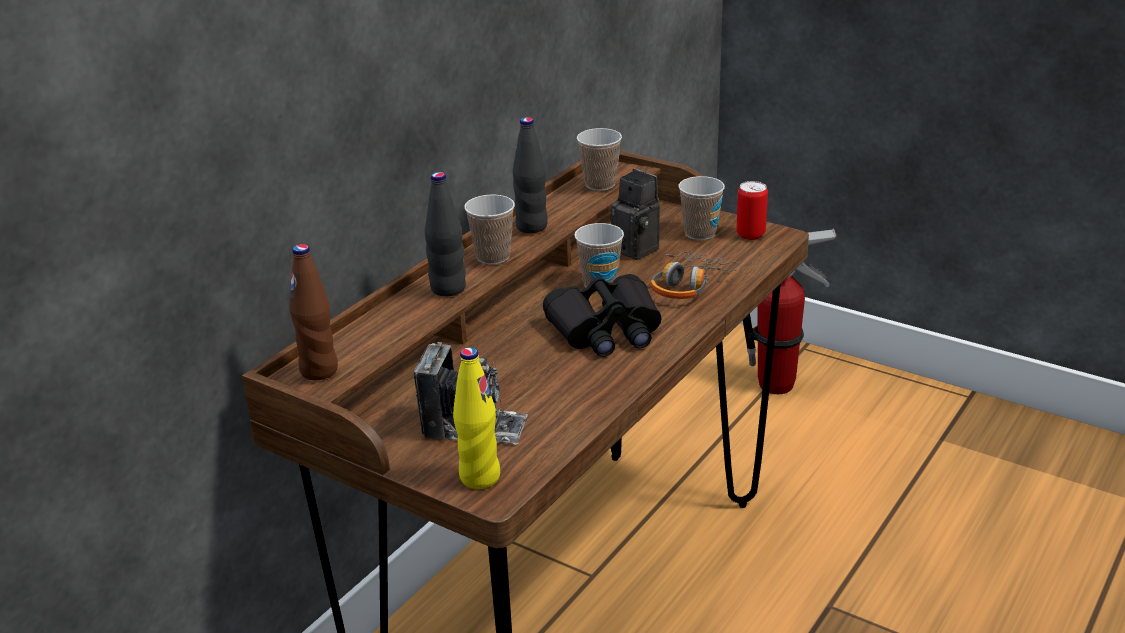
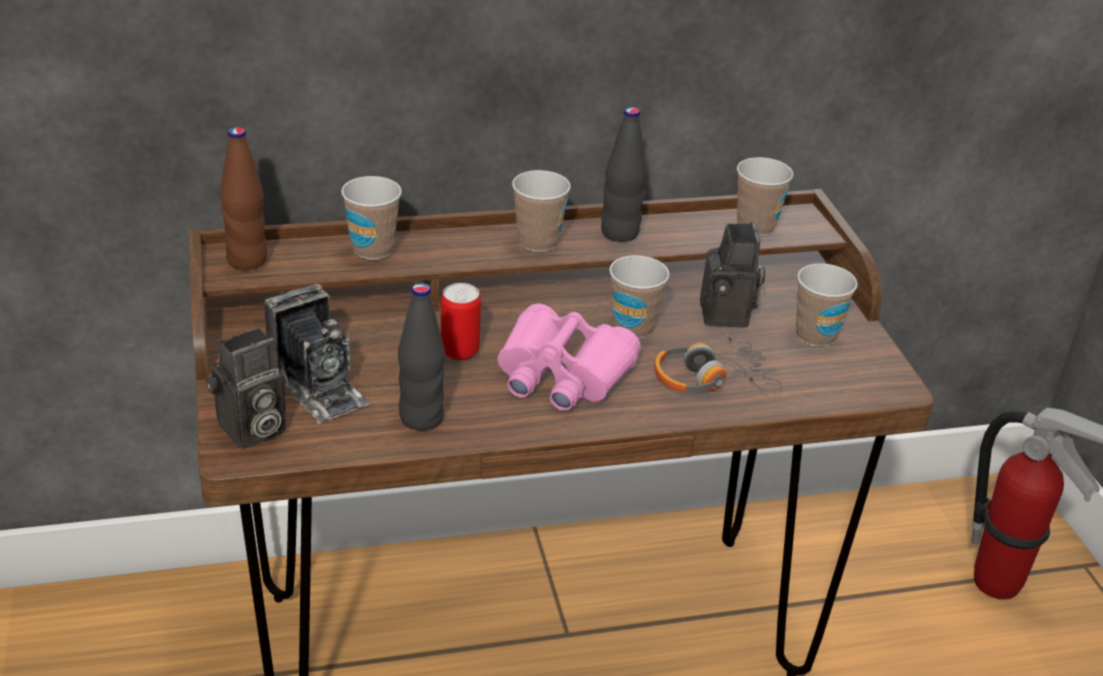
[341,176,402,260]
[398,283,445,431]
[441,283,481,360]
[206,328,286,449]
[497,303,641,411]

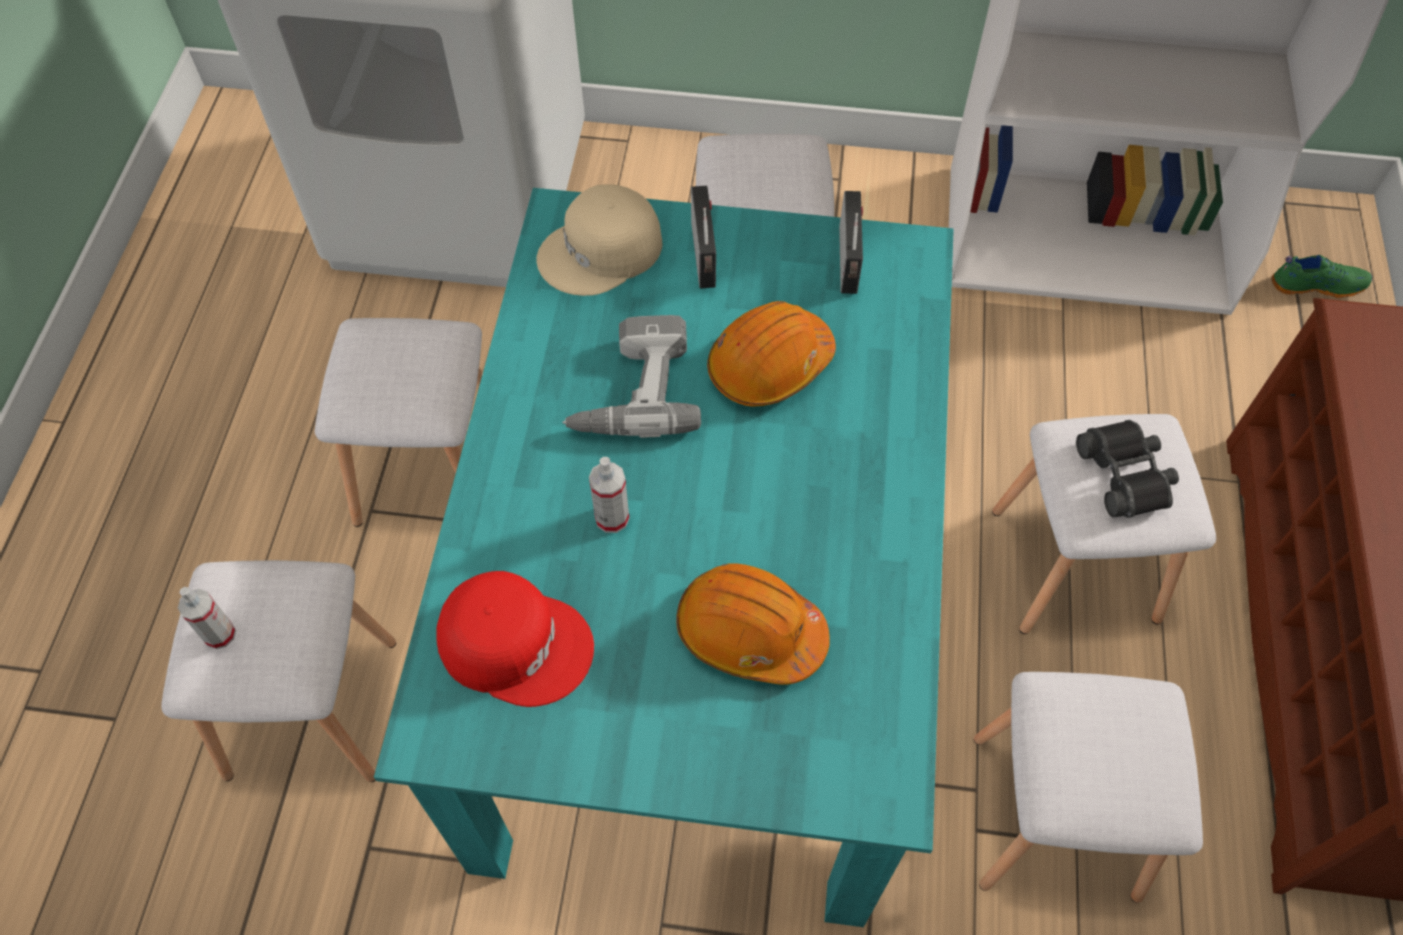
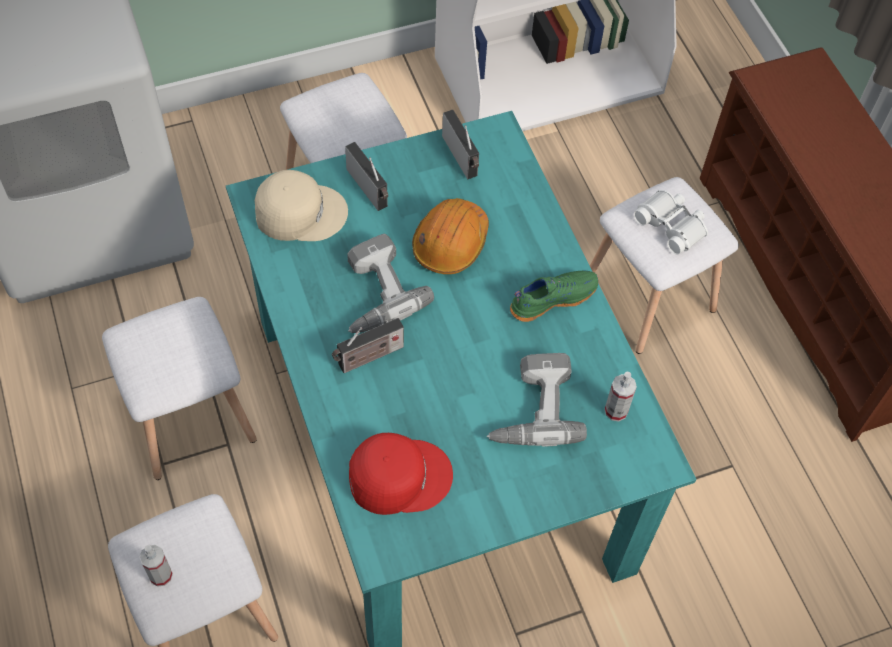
[974,672,1203,903] (first image)
[332,318,404,373]
[605,372,637,422]
[510,271,599,322]
[487,353,587,447]
[634,190,708,255]
[255,170,348,241]

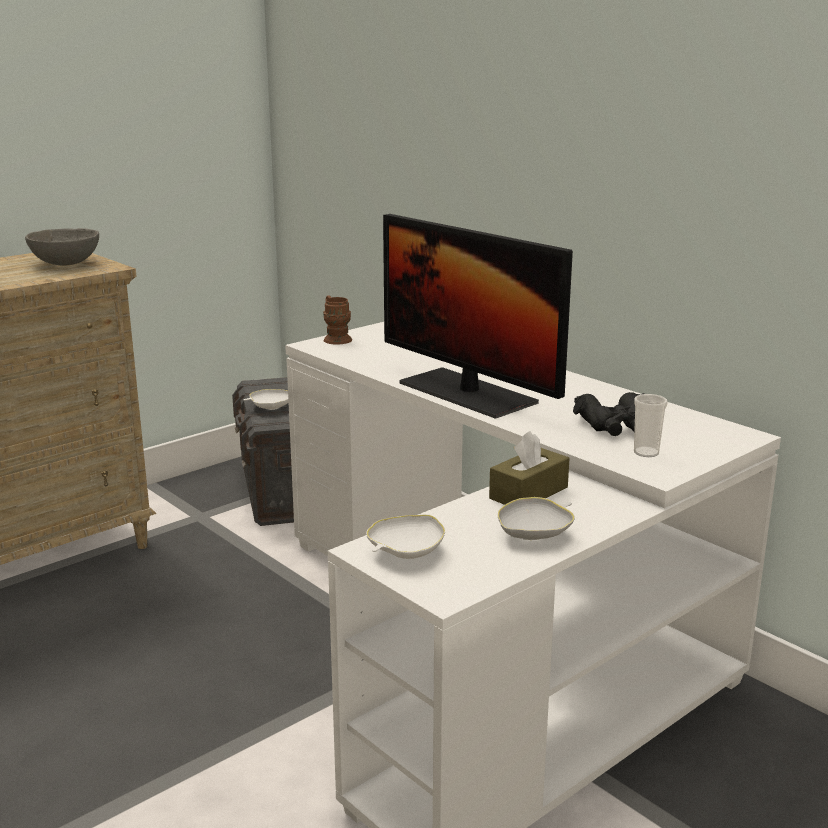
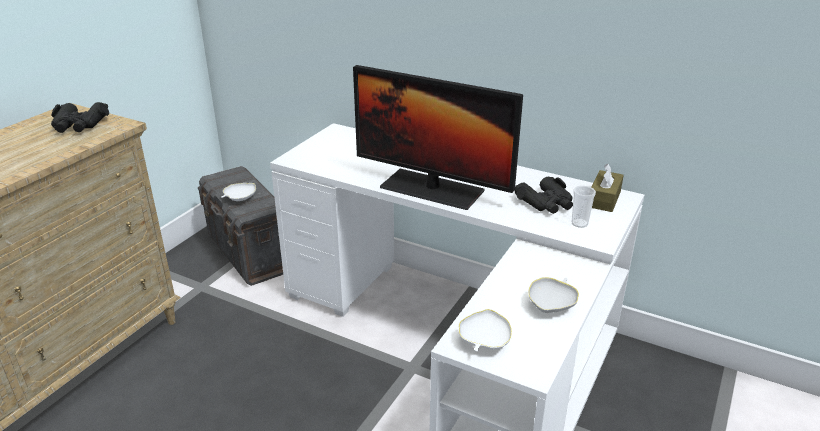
[323,295,352,344] (first image)
[591,164,624,212]
[51,102,109,133]

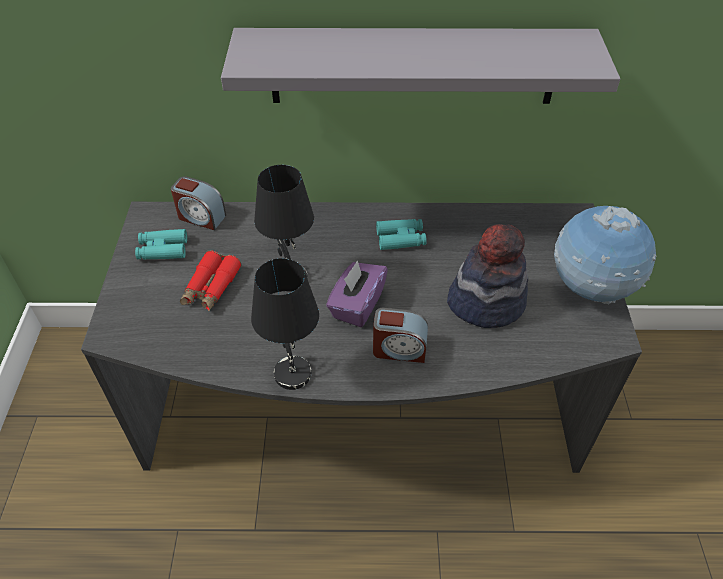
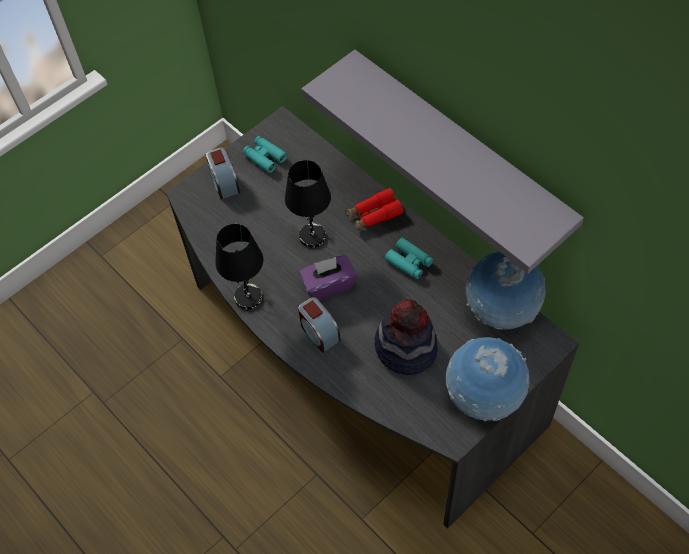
[466,251,545,329]
[206,147,240,199]
[345,188,404,231]

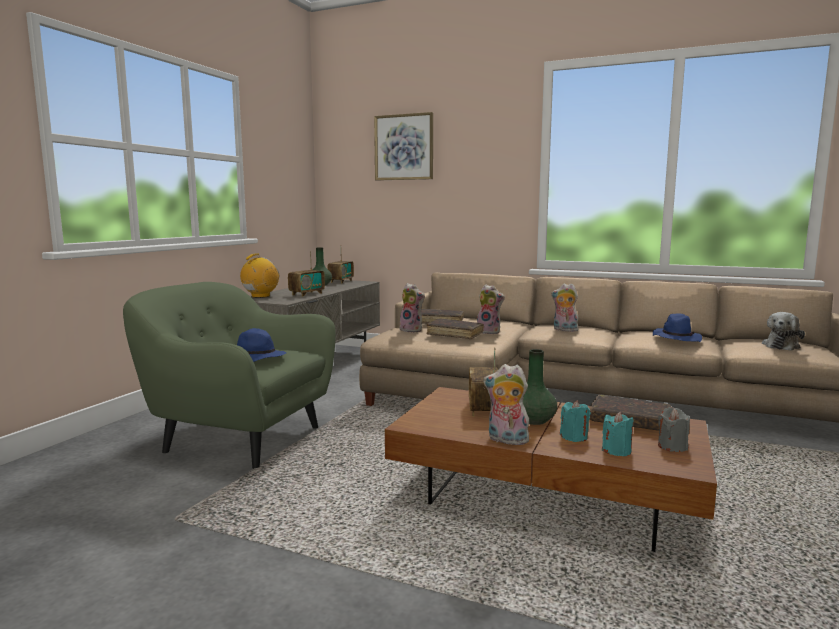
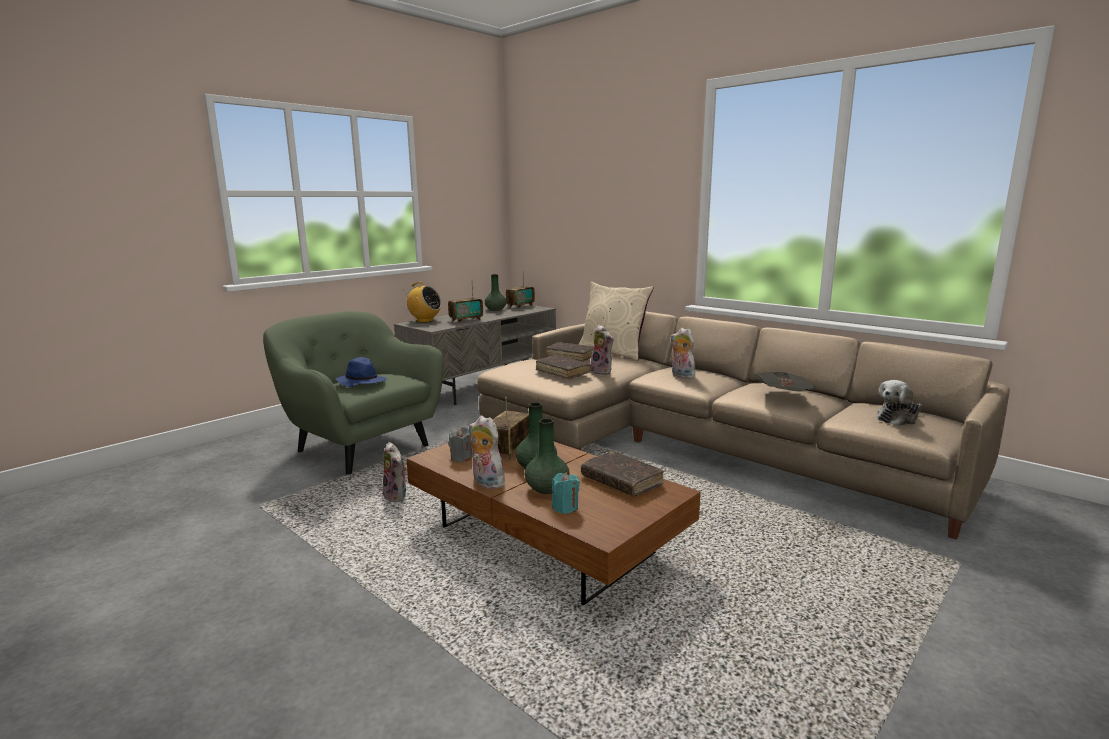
[374,112,433,180] (first image)
[578,282,654,361]
[382,442,407,502]
[449,427,473,462]
[525,418,570,494]
[754,372,815,392]
[403,282,442,323]

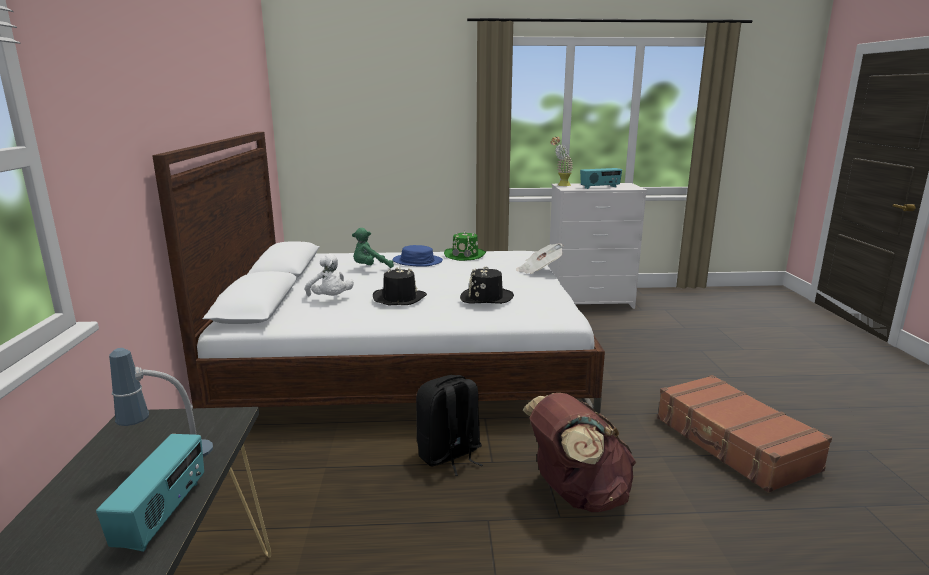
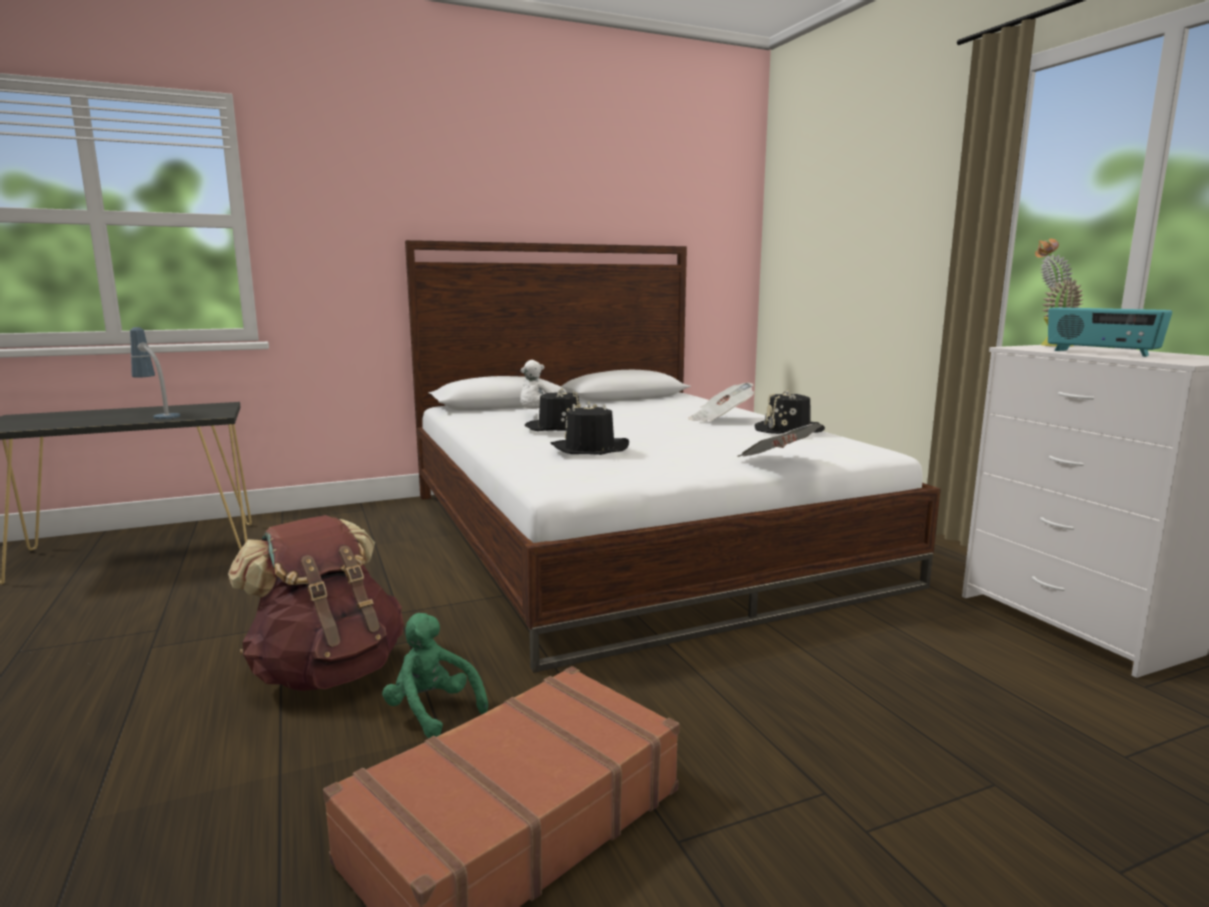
[96,434,204,552] (first image)
[416,375,483,476] (first image)
[382,613,488,738]
[689,382,754,421]
[754,389,825,434]

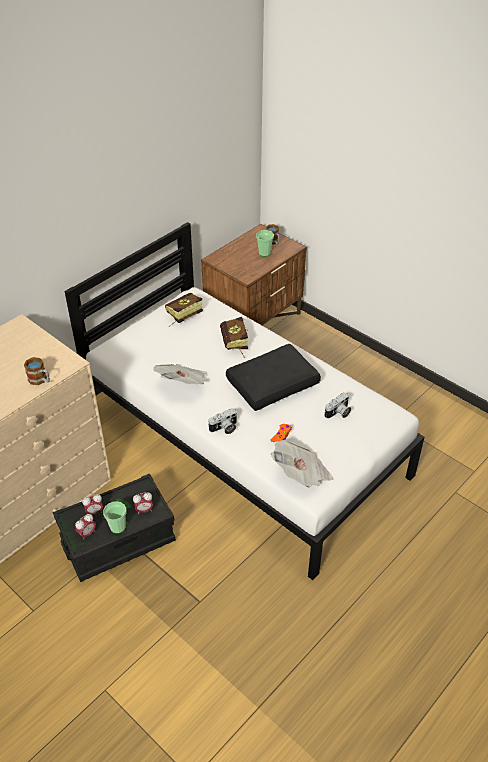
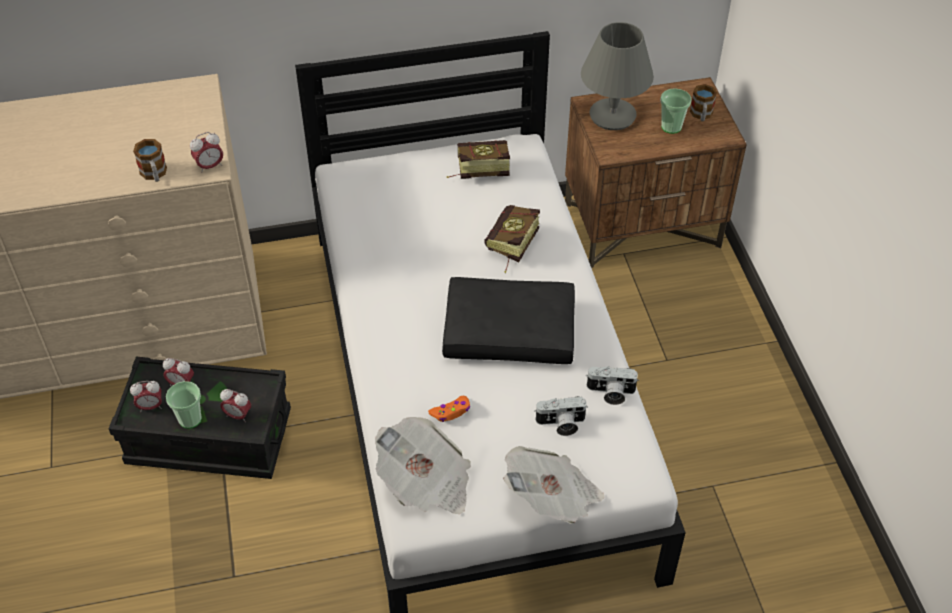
[190,132,223,173]
[581,22,654,130]
[503,446,604,524]
[586,366,639,405]

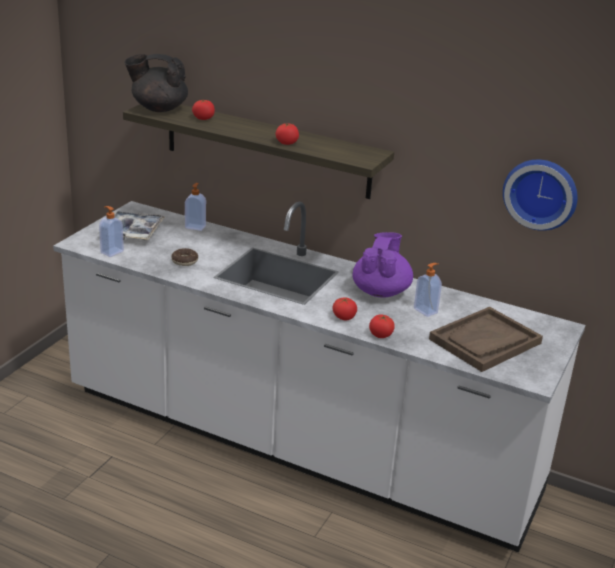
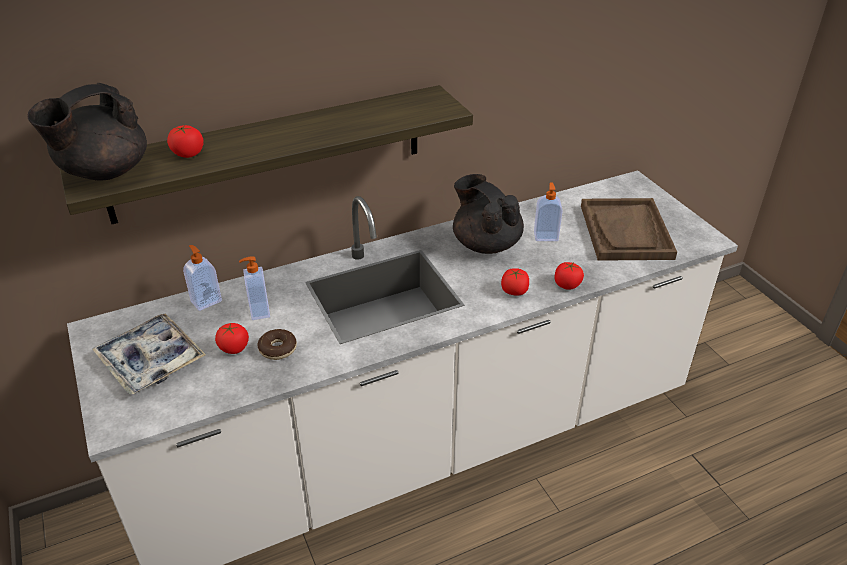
[503,160,578,231] (first image)
[239,256,270,320]
[215,323,249,354]
[453,174,524,254]

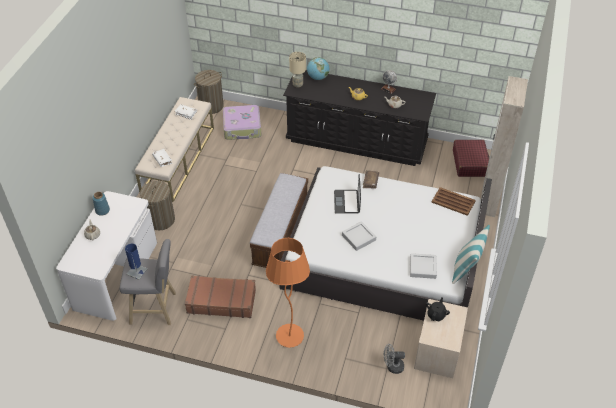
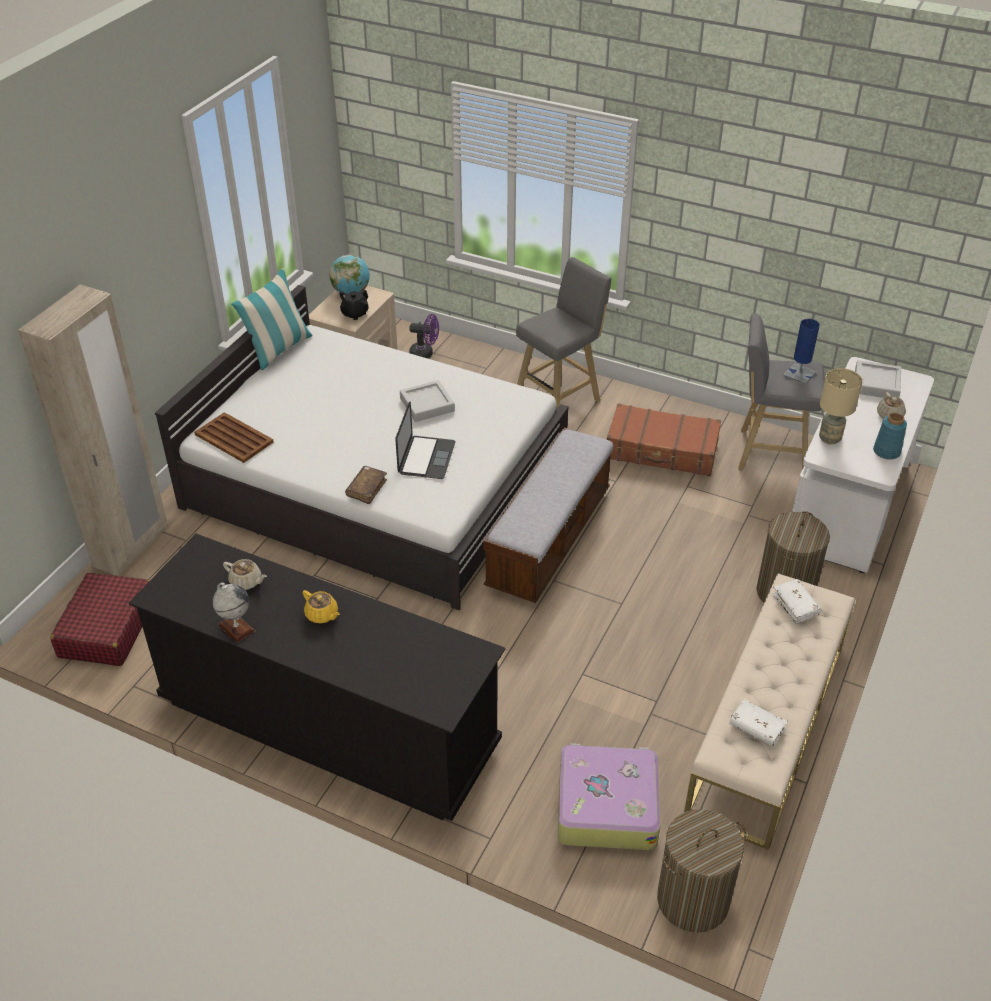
[819,368,863,445]
[329,255,370,294]
[855,360,901,398]
[516,257,611,407]
[409,314,439,359]

